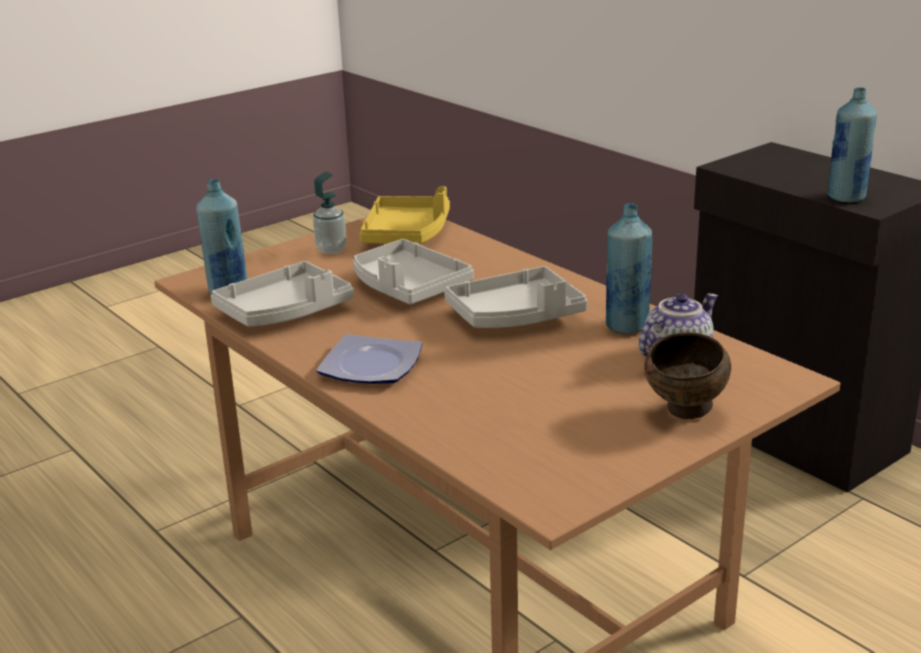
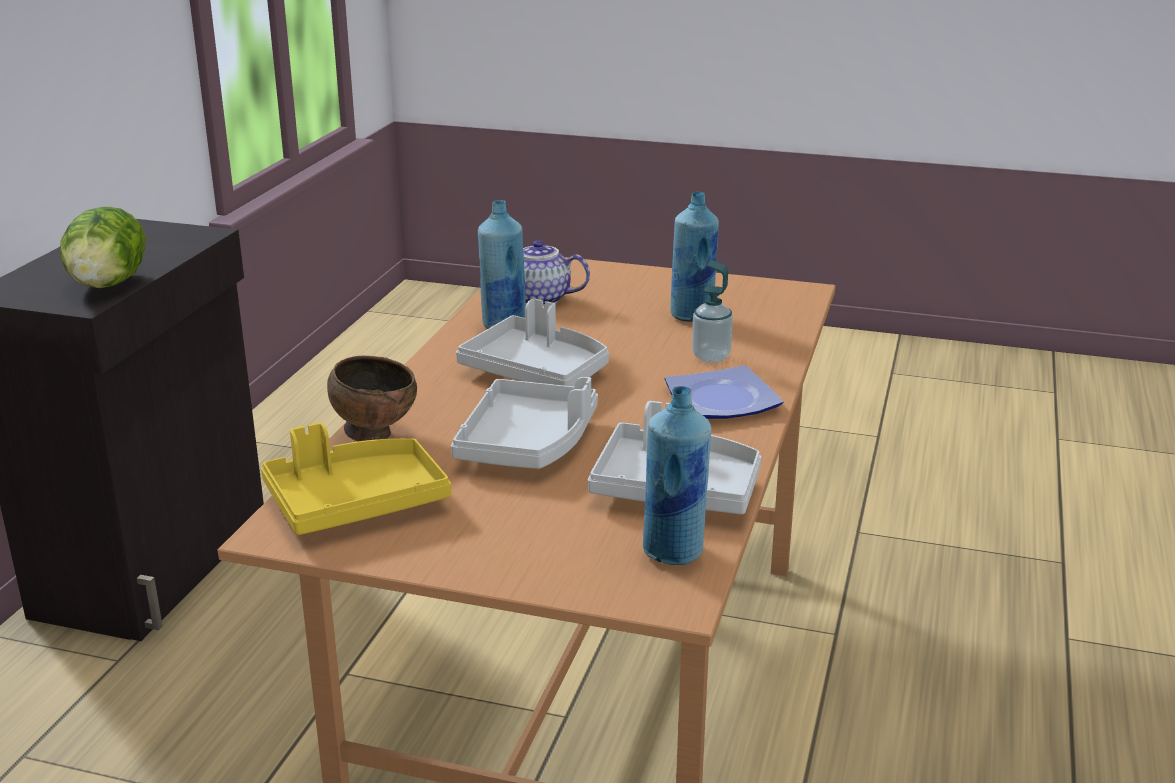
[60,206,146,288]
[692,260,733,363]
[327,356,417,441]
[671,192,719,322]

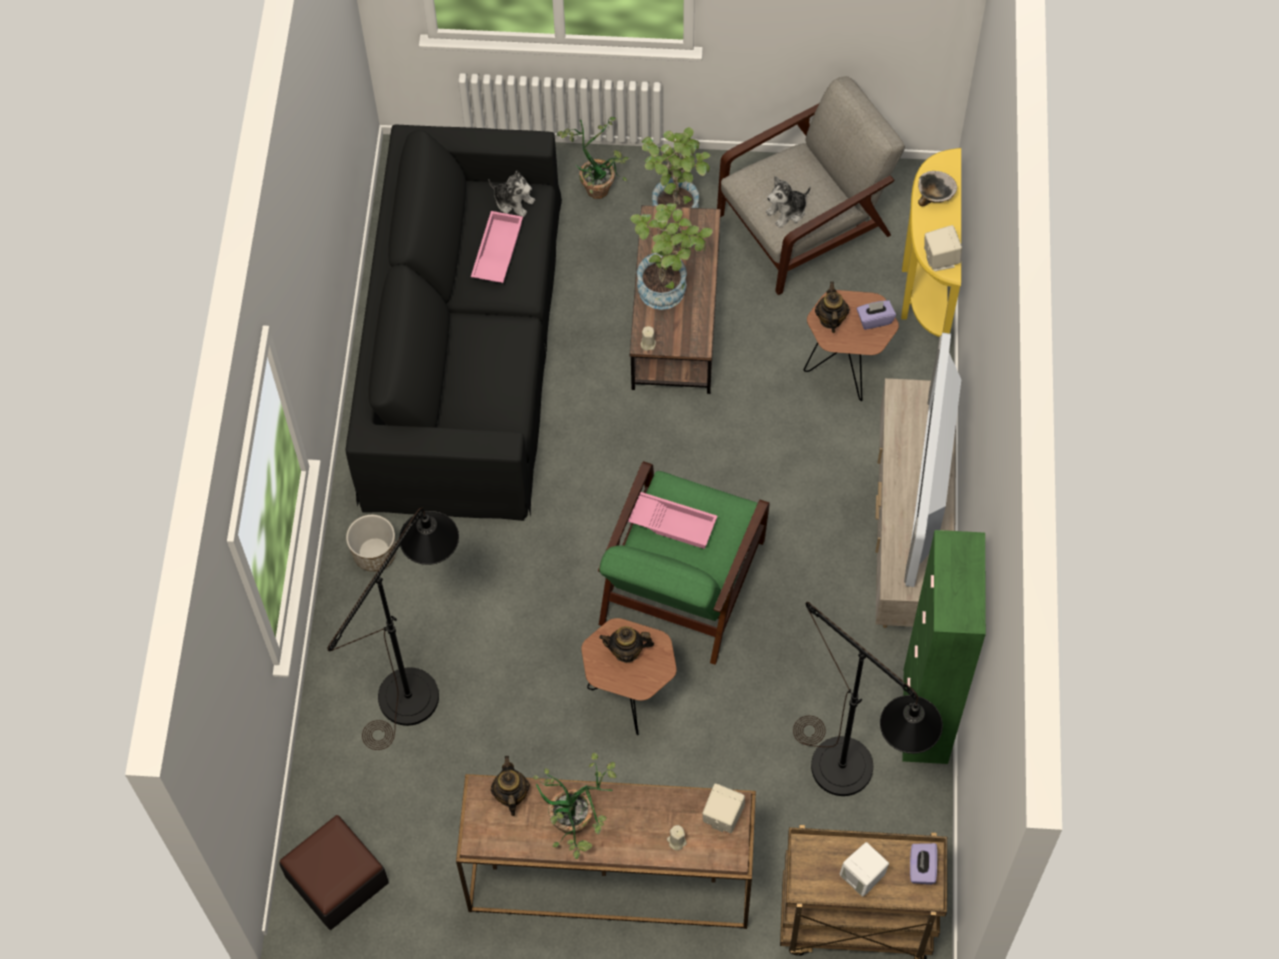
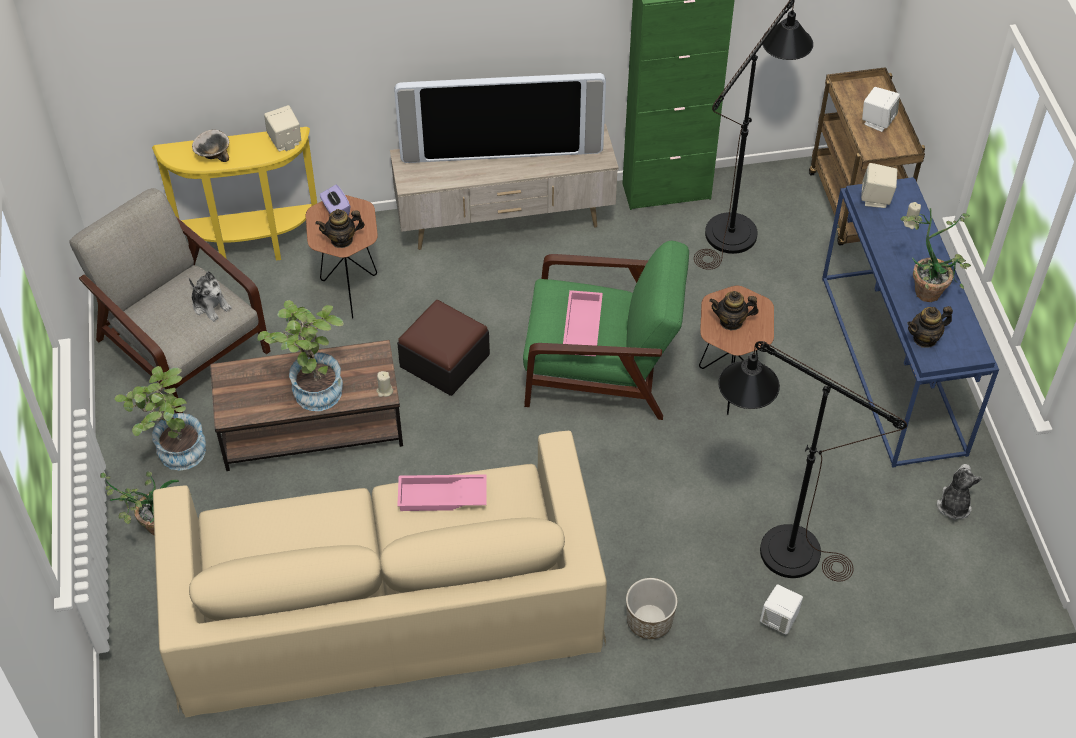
[910,843,938,885] (first image)
[760,584,803,634]
[397,300,490,396]
[397,474,487,511]
[937,464,982,520]
[153,431,607,718]
[822,177,999,468]
[709,291,759,330]

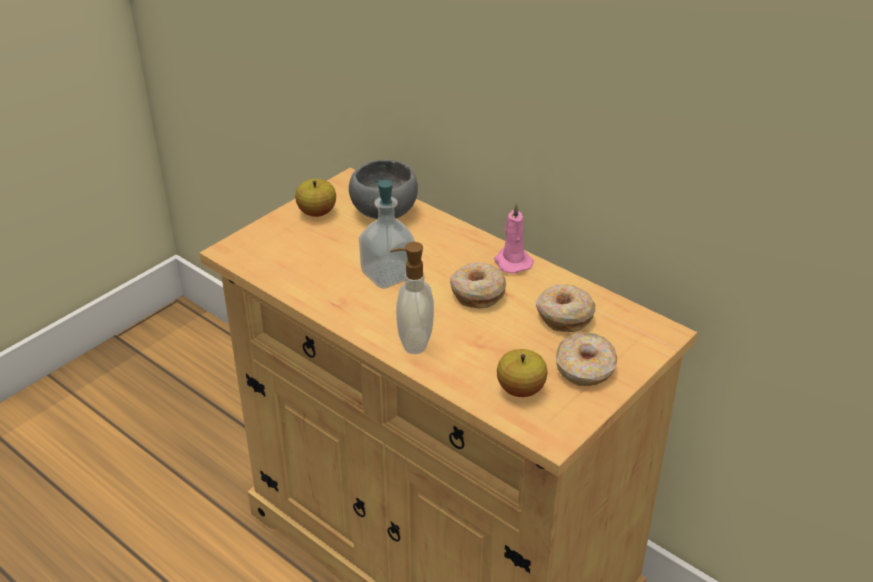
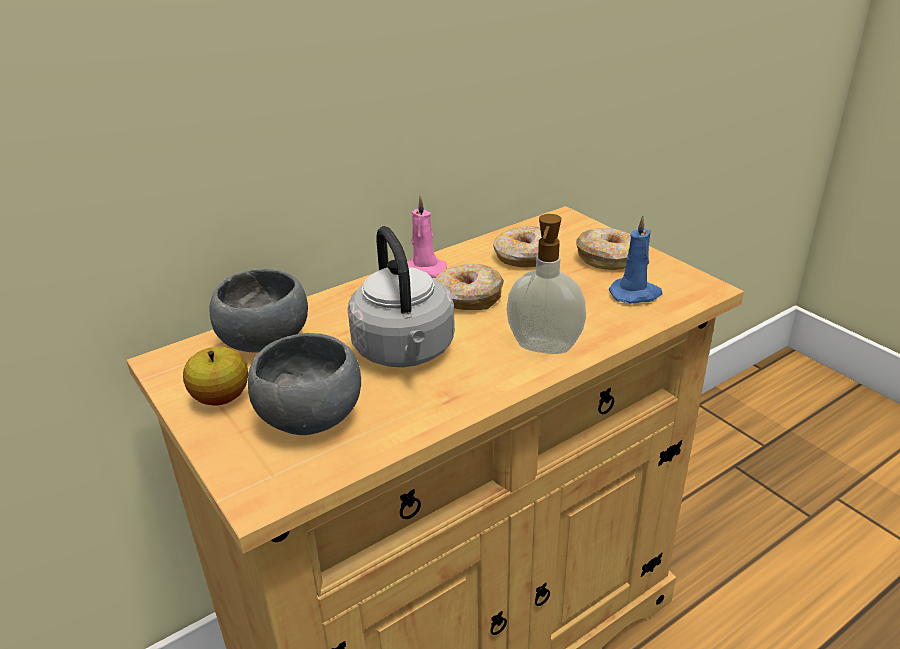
[248,333,361,435]
[348,226,455,367]
[609,215,662,303]

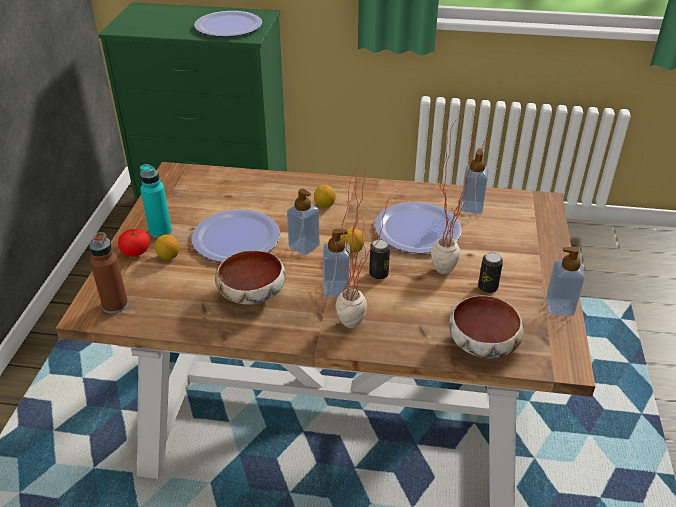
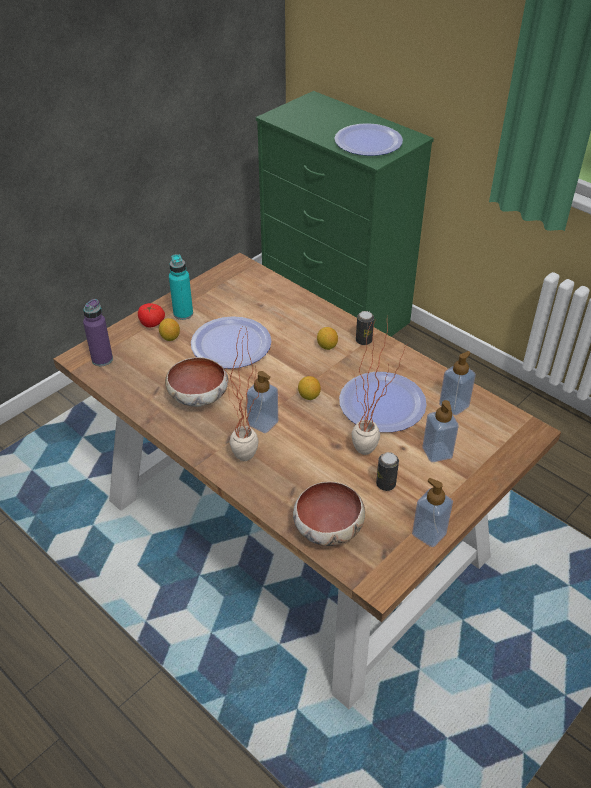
[423,400,459,462]
[356,311,374,345]
[83,299,113,366]

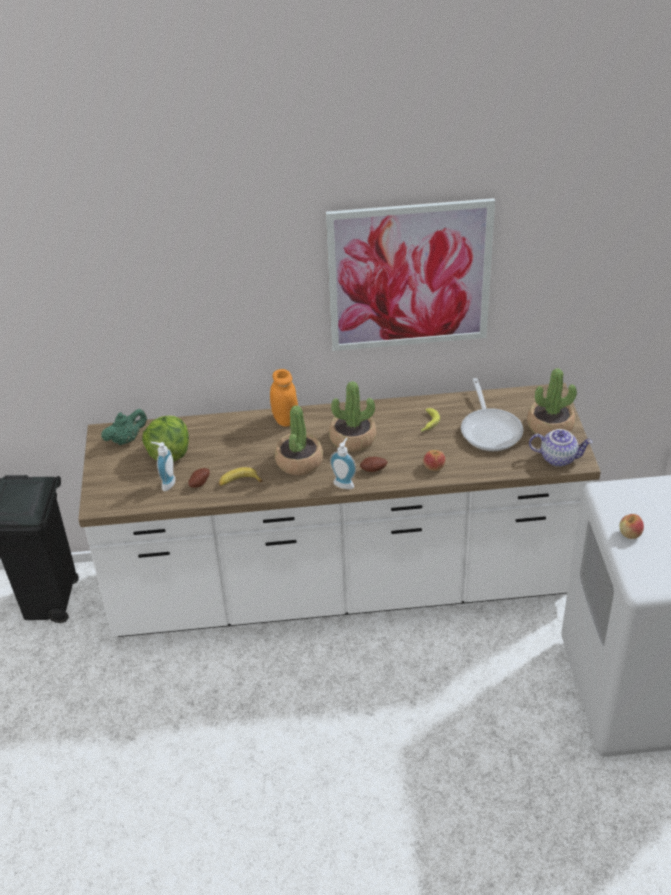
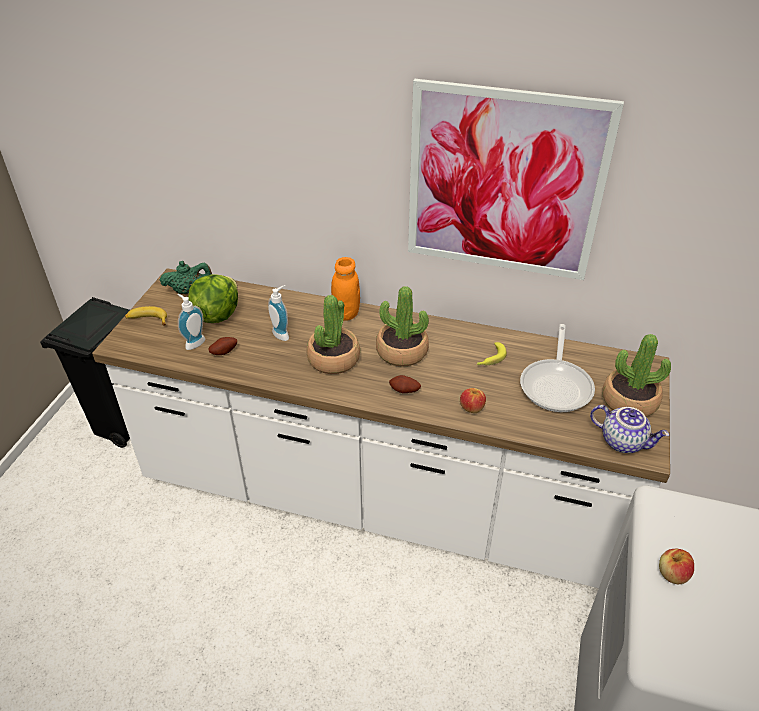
[125,306,167,325]
[268,285,289,341]

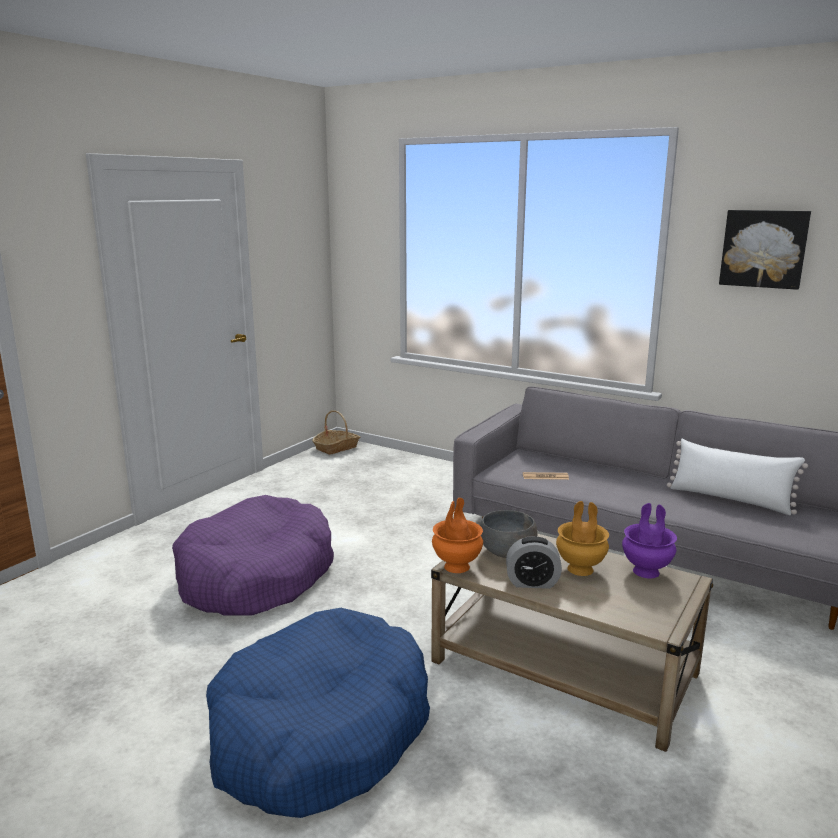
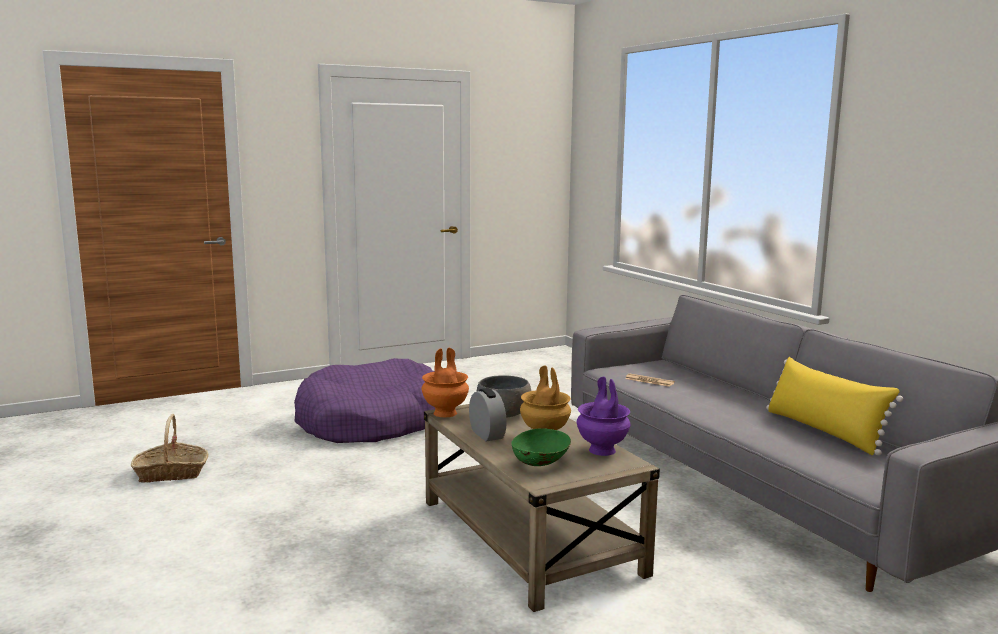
[206,608,430,818] (first image)
[719,210,811,290] (first image)
[511,428,571,466]
[131,414,208,482]
[766,357,903,455]
[469,388,507,441]

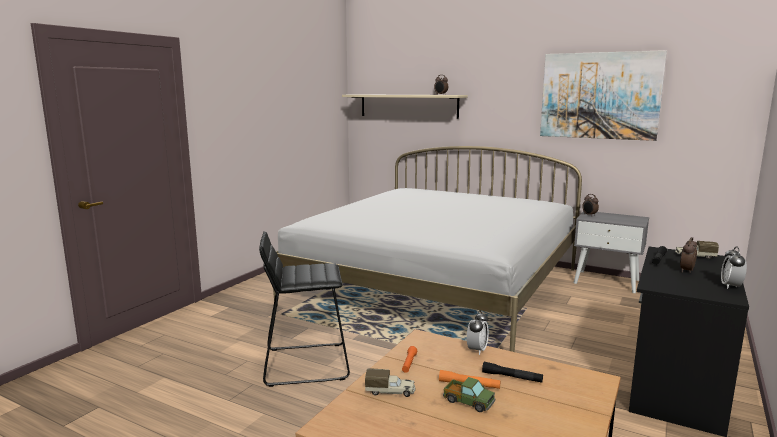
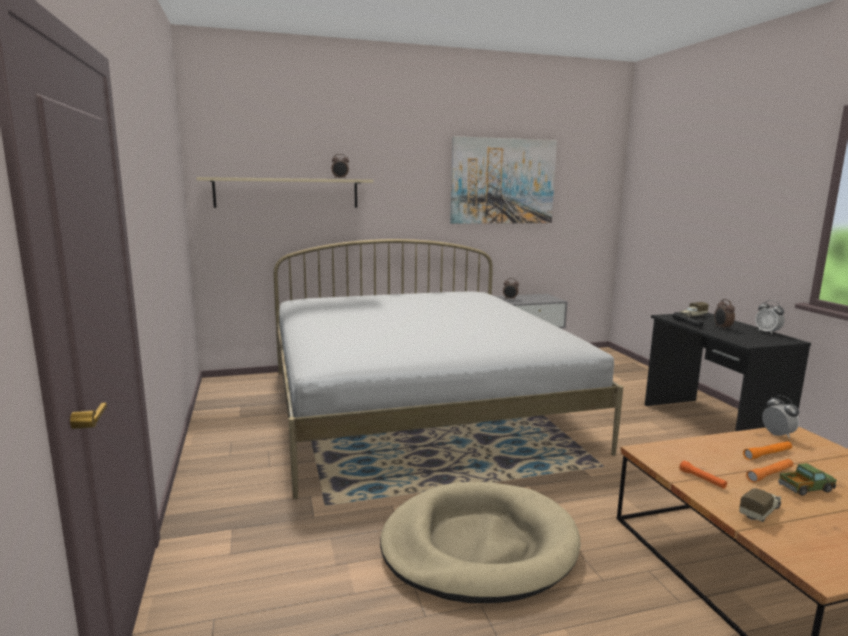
[762,395,799,438]
[380,482,581,603]
[743,441,792,460]

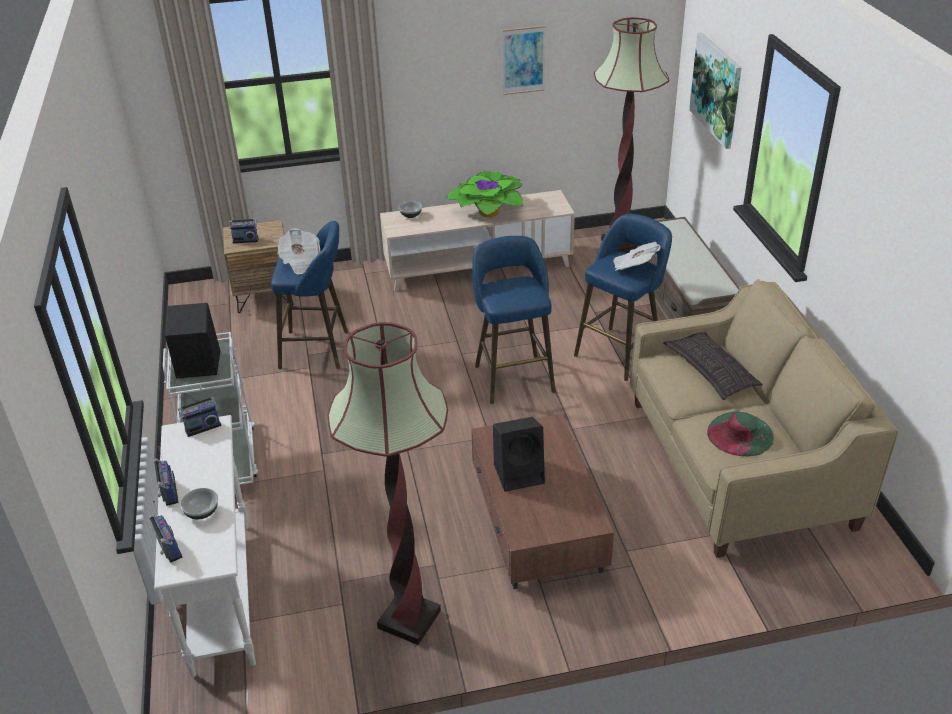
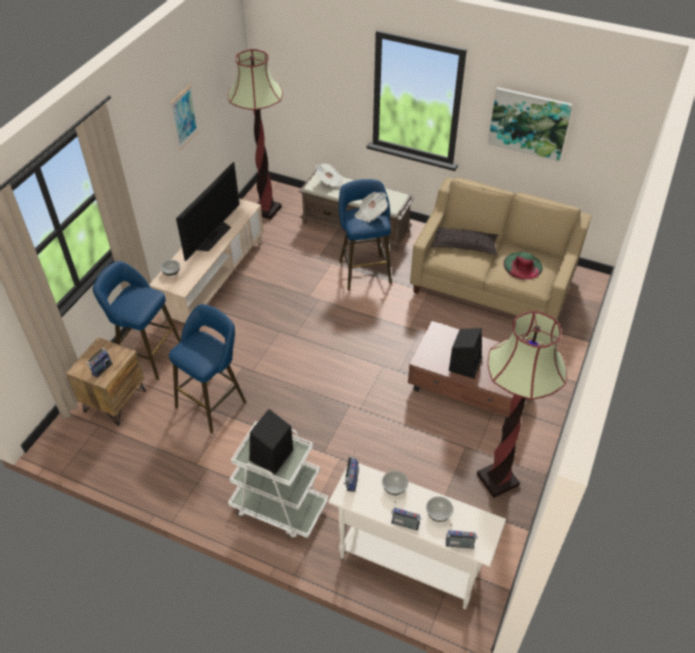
[382,471,408,495]
[316,164,343,188]
[93,261,181,380]
[488,87,573,162]
[176,162,240,261]

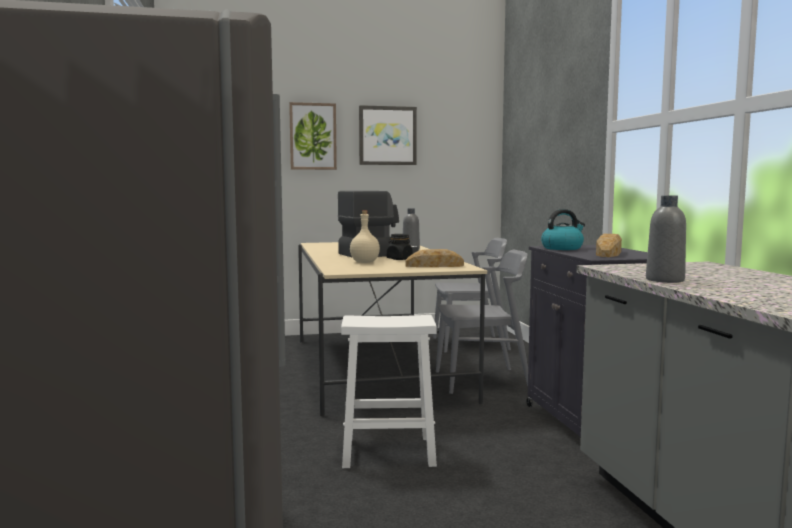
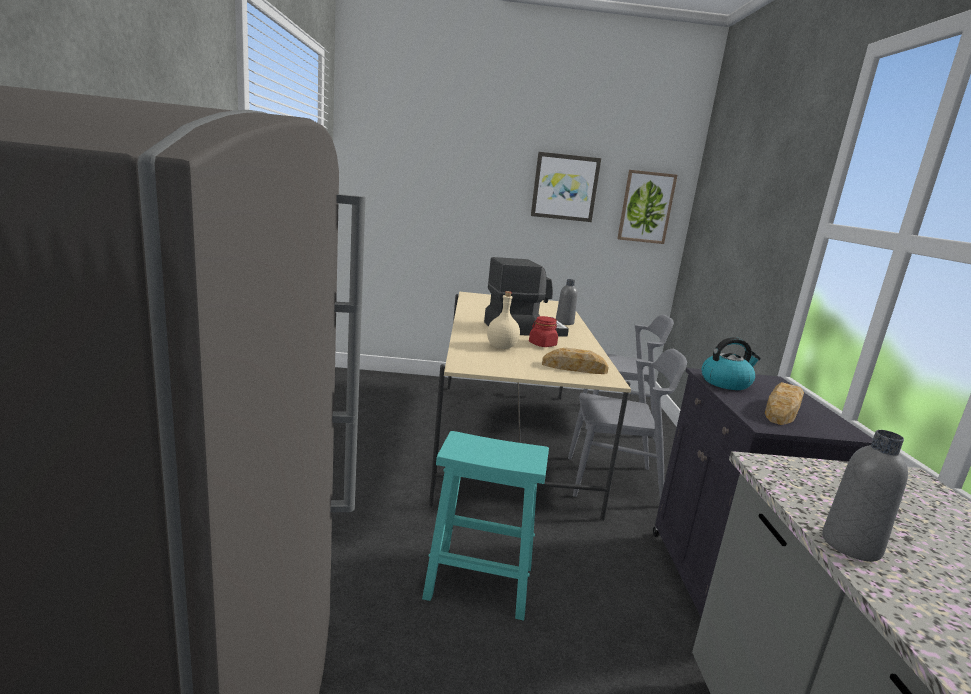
[617,170,677,244]
[422,431,549,621]
[529,316,558,347]

